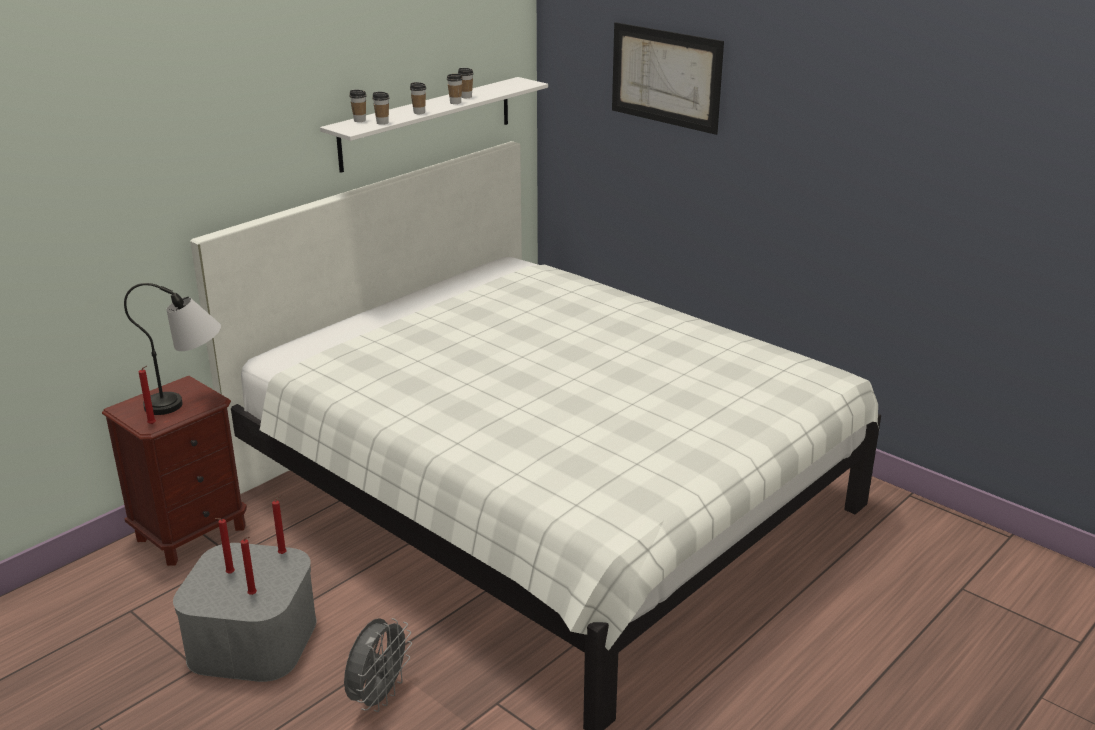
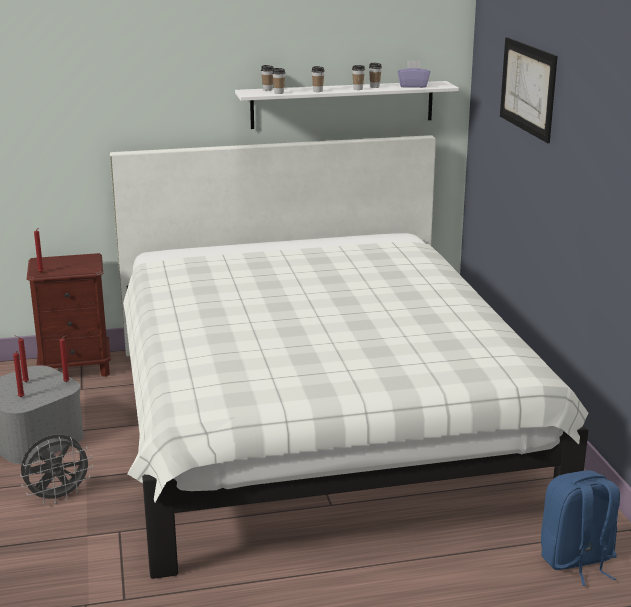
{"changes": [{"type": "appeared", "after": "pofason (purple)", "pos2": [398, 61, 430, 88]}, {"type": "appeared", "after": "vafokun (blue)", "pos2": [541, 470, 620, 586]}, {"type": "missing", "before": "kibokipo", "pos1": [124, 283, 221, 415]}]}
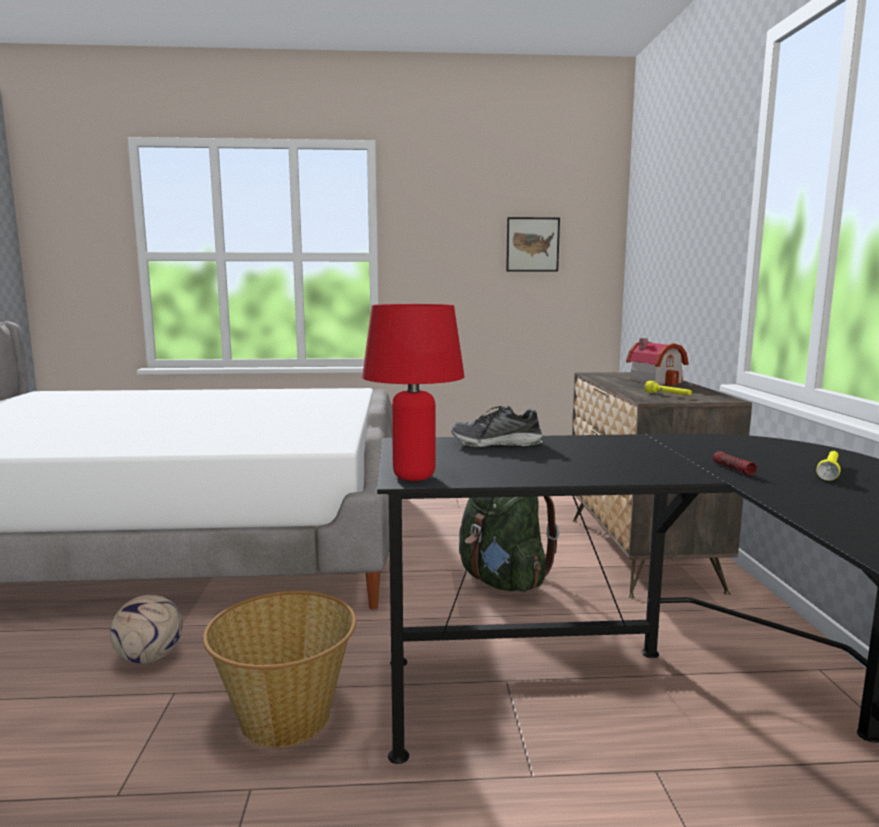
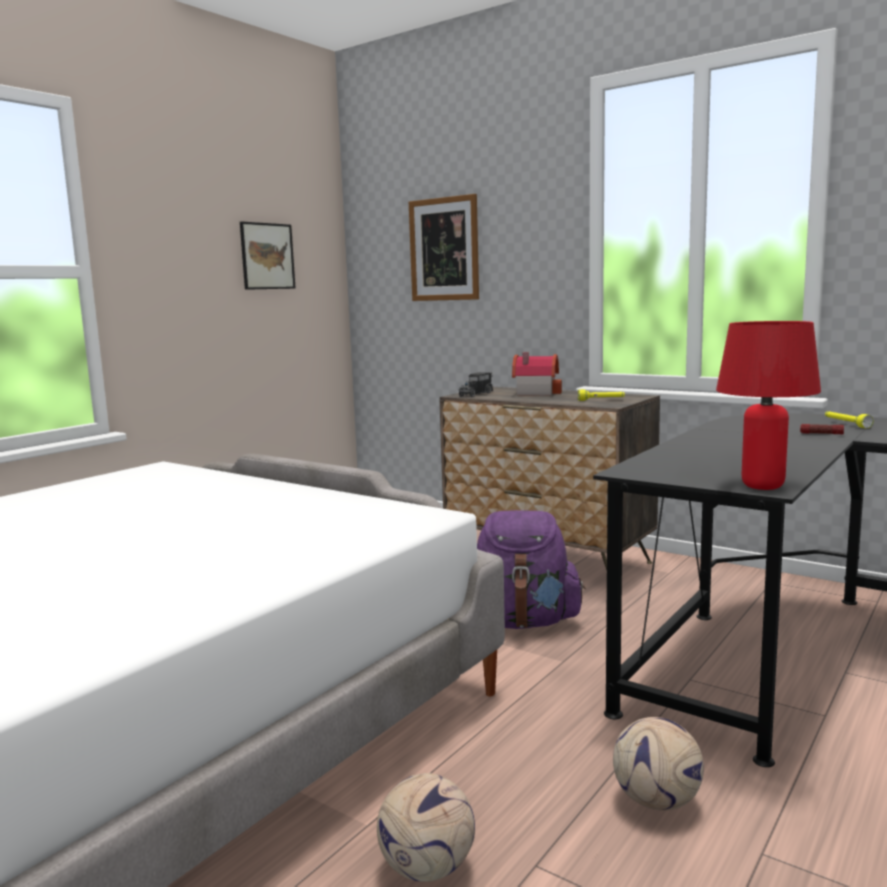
{"changes": [{"type": "appeared", "after": "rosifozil", "pos2": [409, 194, 479, 301]}, {"type": "appeared", "after": "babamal", "pos2": [459, 372, 493, 397]}, {"type": "colour", "before": "vafokun (green)", "after": "vafokun (purple)", "pos1": [459, 496, 559, 592], "pos2": [477, 510, 586, 629]}, {"type": "exchanged", "before": "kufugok", "after": "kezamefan", "pos1": [203, 591, 356, 748], "pos2": [613, 717, 704, 811]}, {"type": "missing", "before": "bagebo", "pos1": [451, 406, 542, 447]}]}
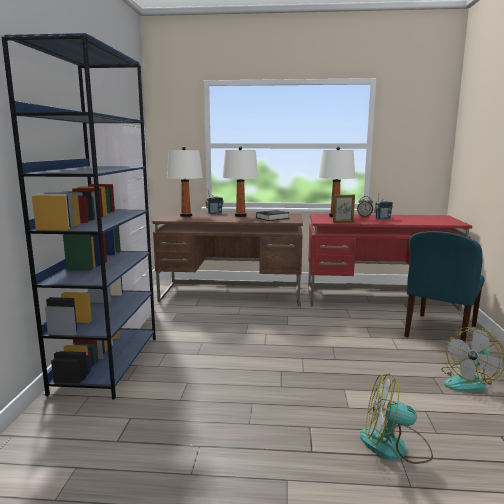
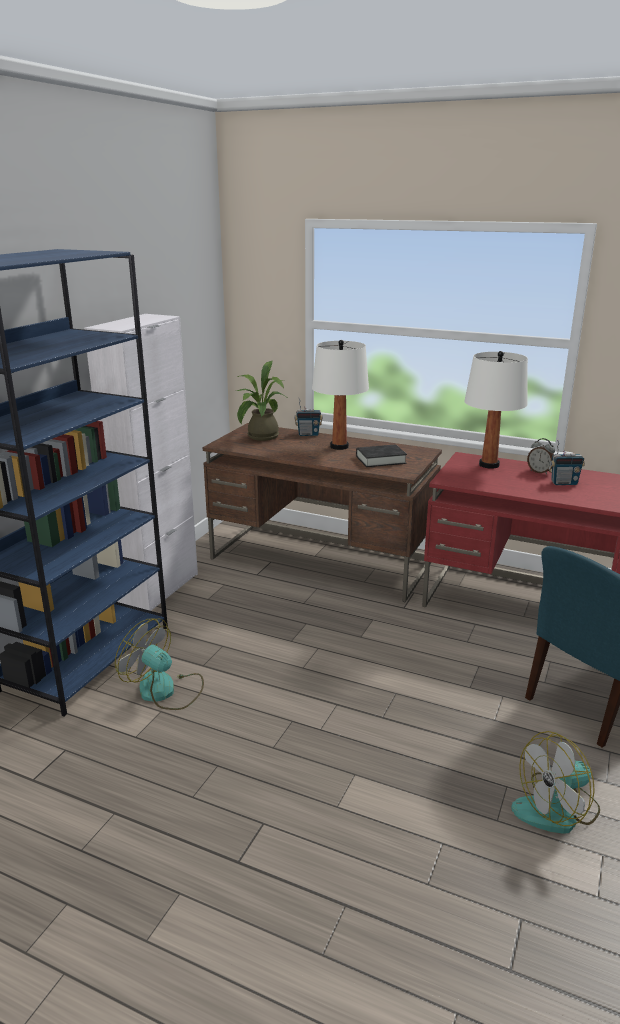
{"changes": [{"type": "relocated", "before": "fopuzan", "pos1": [360, 373, 433, 464], "pos2": [115, 618, 204, 710]}, {"type": "exchanged", "before": "kibokipo (white)", "after": "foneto", "pos1": [167, 147, 203, 217], "pos2": [237, 361, 286, 441]}, {"type": "missing", "before": "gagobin", "pos1": [333, 195, 355, 222]}]}
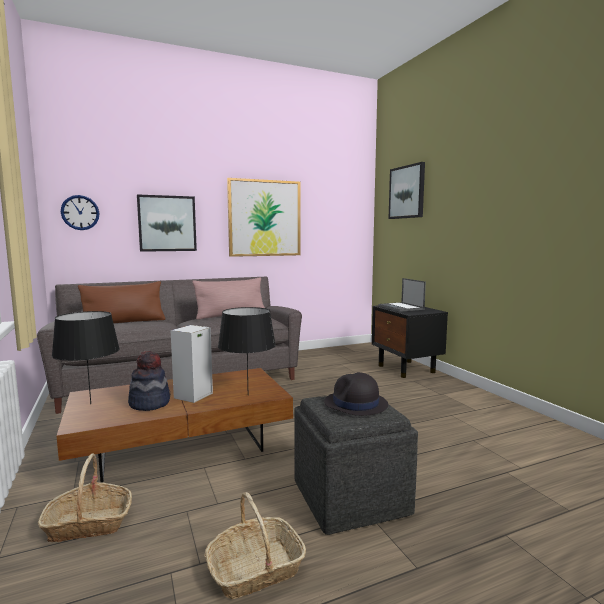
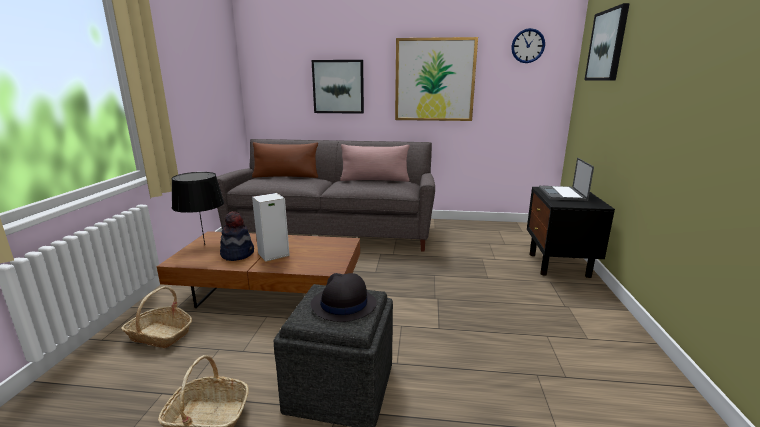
{"changes": [{"type": "relocated", "before": "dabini", "pos1": [61, 195, 100, 230], "pos2": [511, 28, 545, 63]}, {"type": "missing", "before": "kibokipo (black)", "pos1": [218, 307, 276, 385]}]}
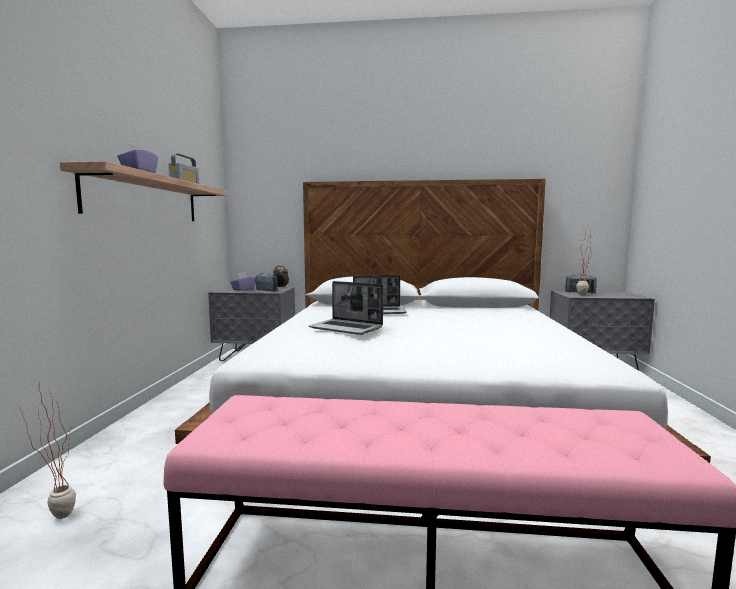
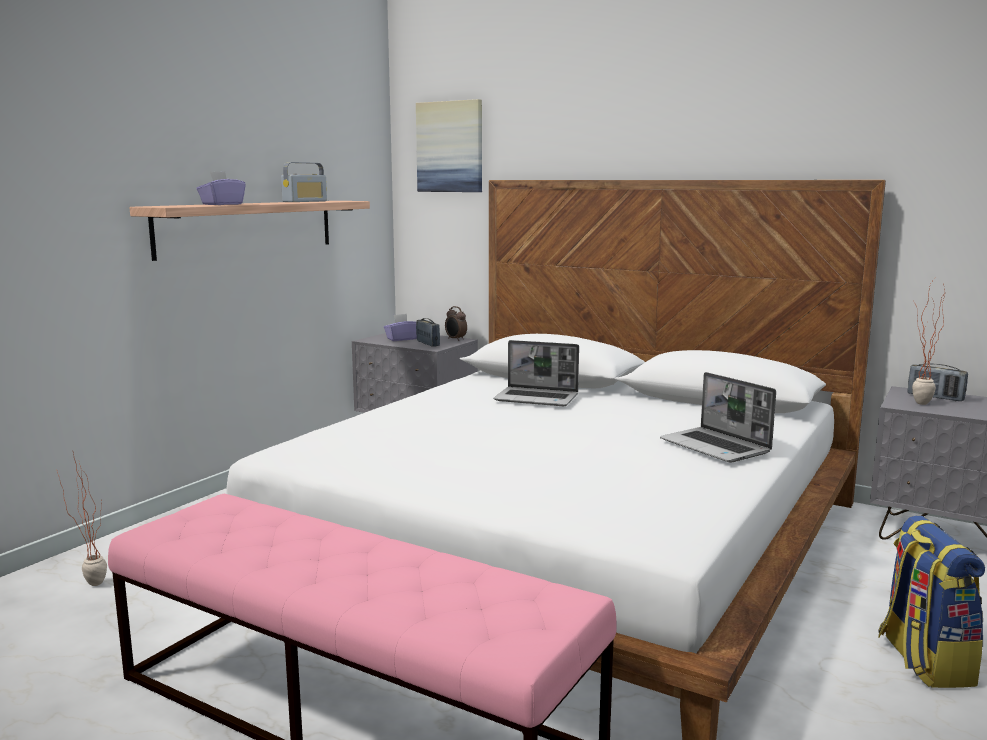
{"changes": [{"type": "appeared", "after": "rosifozil", "pos2": [416, 99, 482, 192]}, {"type": "relocated", "before": "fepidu", "pos1": [309, 281, 383, 335], "pos2": [660, 372, 776, 463]}, {"type": "appeared", "after": "vafokun", "pos2": [878, 516, 985, 688]}]}
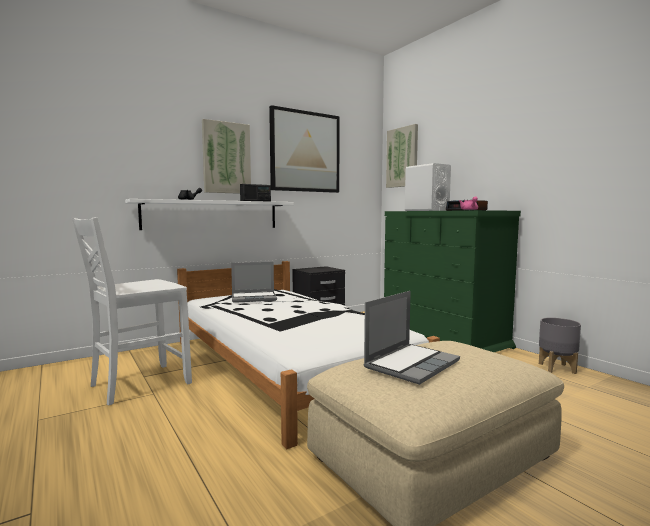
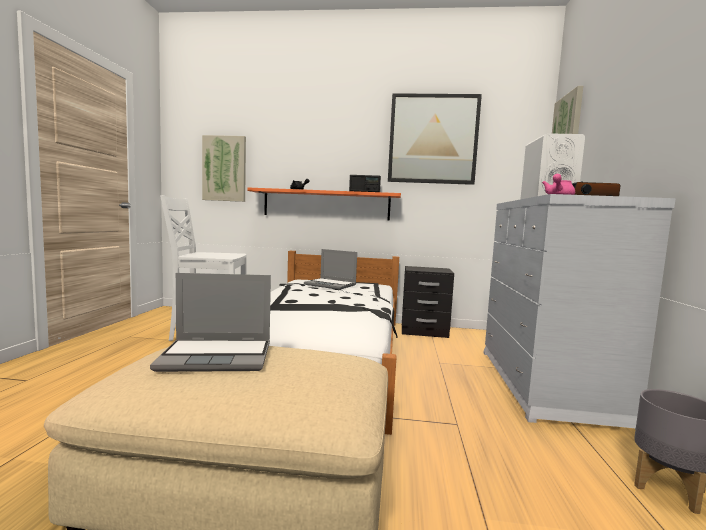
{"changes": [{"type": "relocated", "before": "rosifozil", "pos1": [202, 119, 251, 194], "pos2": [202, 135, 246, 202]}, {"type": "colour", "before": "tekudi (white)", "after": "tekudi (orange)", "pos1": [125, 199, 294, 230], "pos2": [247, 188, 401, 221]}, {"type": "colour", "before": "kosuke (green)", "after": "kosuke (white)", "pos1": [384, 210, 521, 352], "pos2": [483, 194, 676, 430]}]}
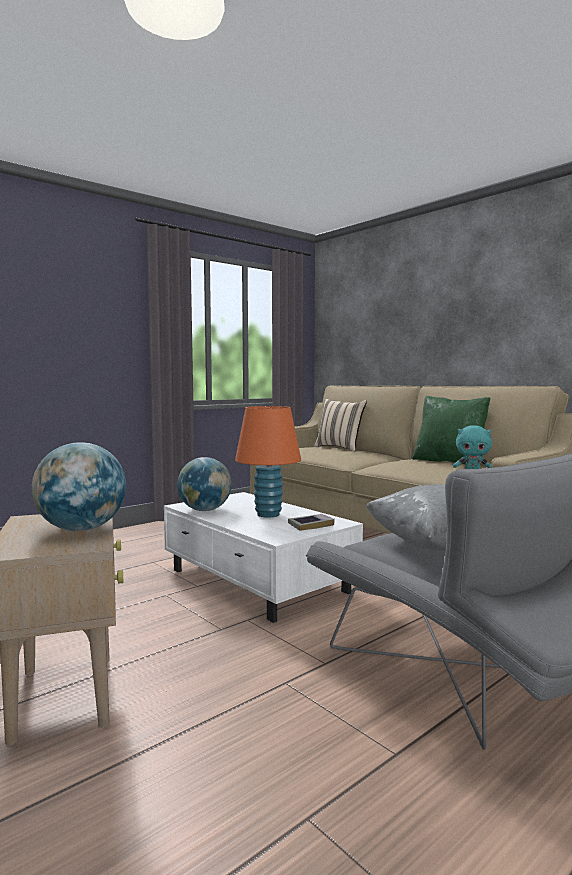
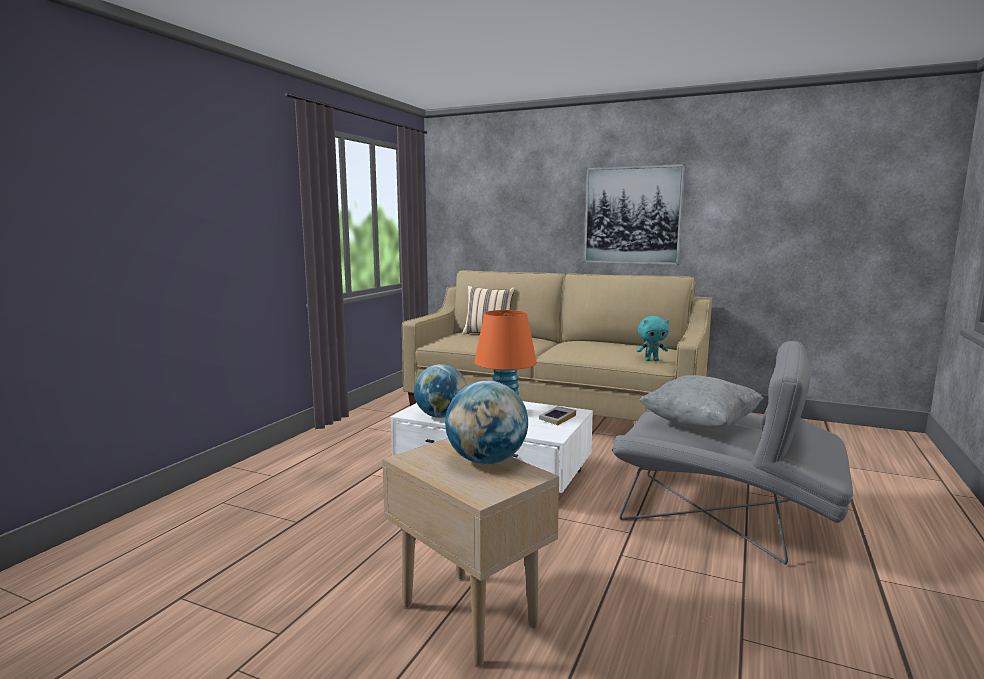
{"changes": [{"type": "appeared", "after": "rosifozil", "pos2": [584, 164, 685, 265]}, {"type": "missing", "before": "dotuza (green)", "pos1": [412, 396, 490, 464]}]}
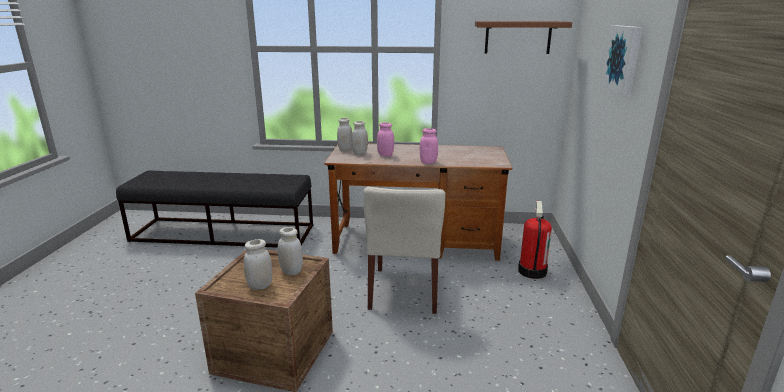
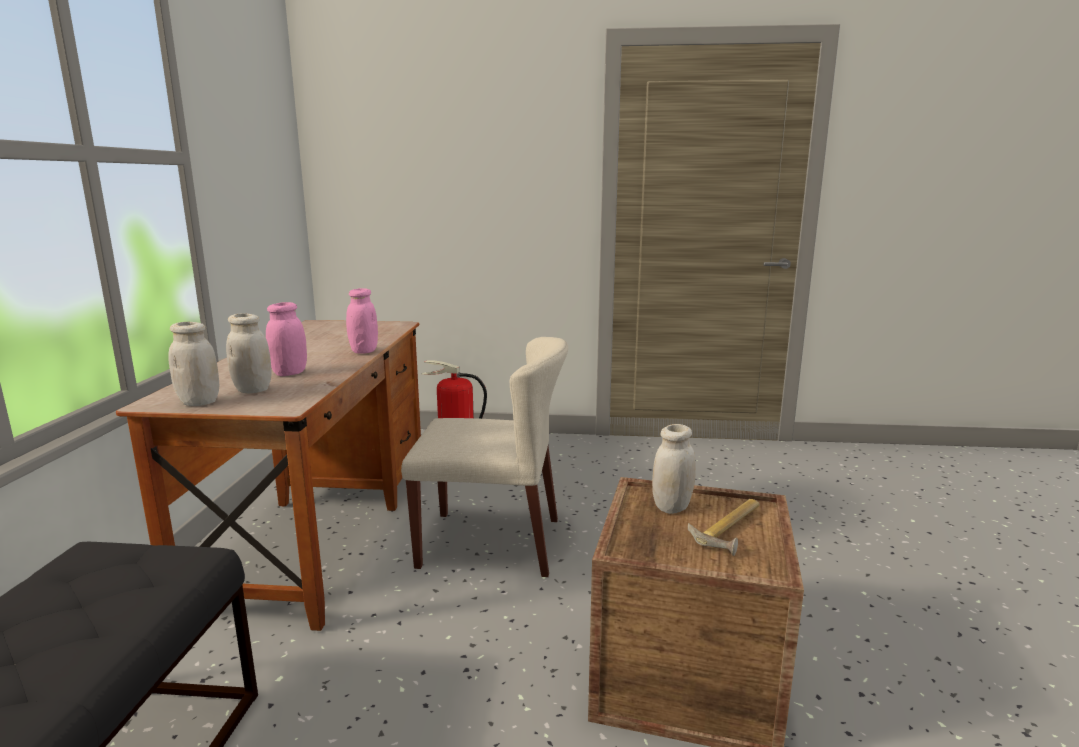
{"changes": [{"type": "exchanged", "before": "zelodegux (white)", "after": "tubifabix", "pos1": [244, 239, 272, 290], "pos2": [688, 499, 759, 556]}, {"type": "missing", "before": "tekudi (brown)", "pos1": [475, 21, 572, 54]}, {"type": "missing", "before": "rosifozil", "pos1": [602, 25, 643, 95]}]}
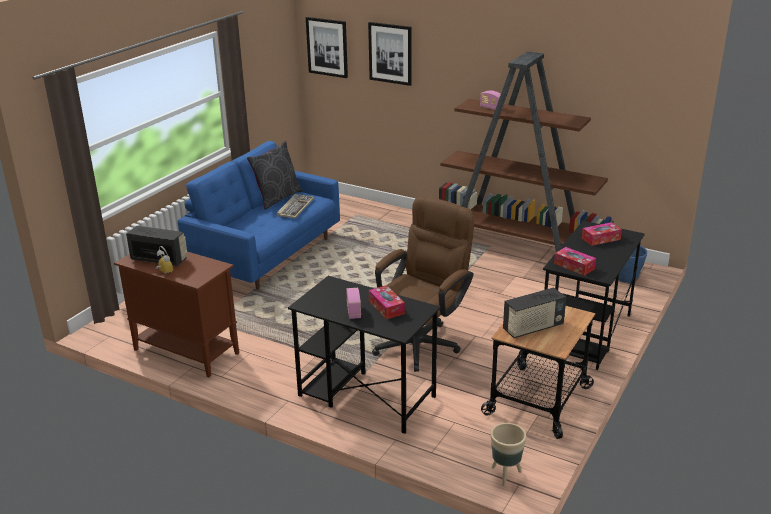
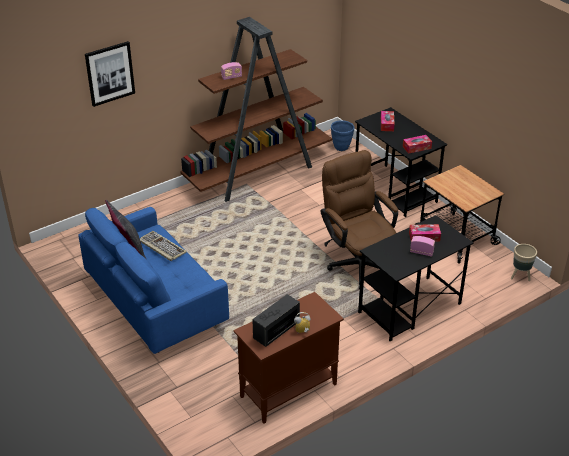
{"changes": [{"type": "missing", "before": "rosifozil", "pos1": [306, 17, 348, 78]}, {"type": "missing", "before": "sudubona", "pos1": [503, 288, 566, 338]}]}
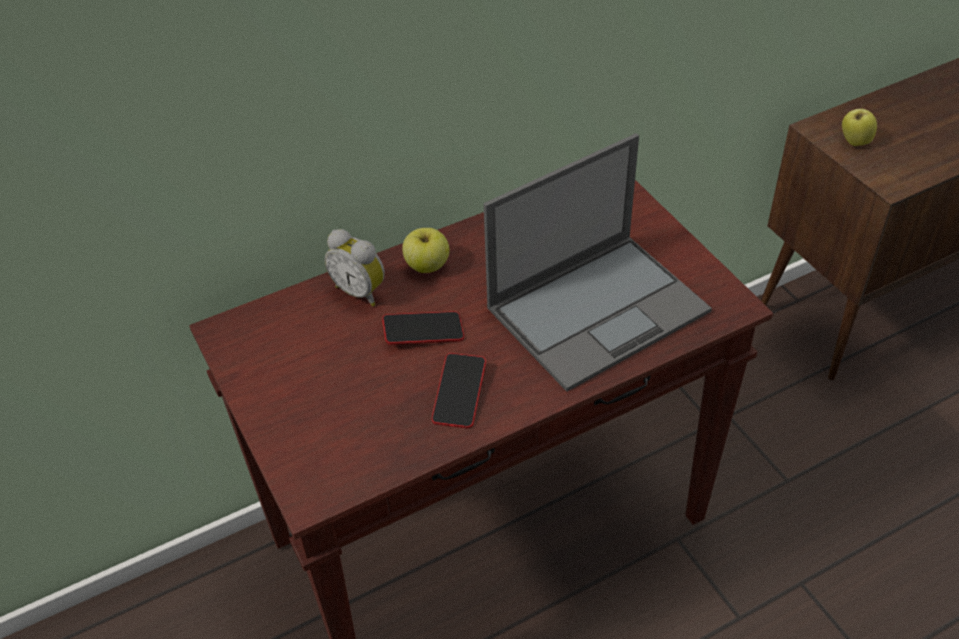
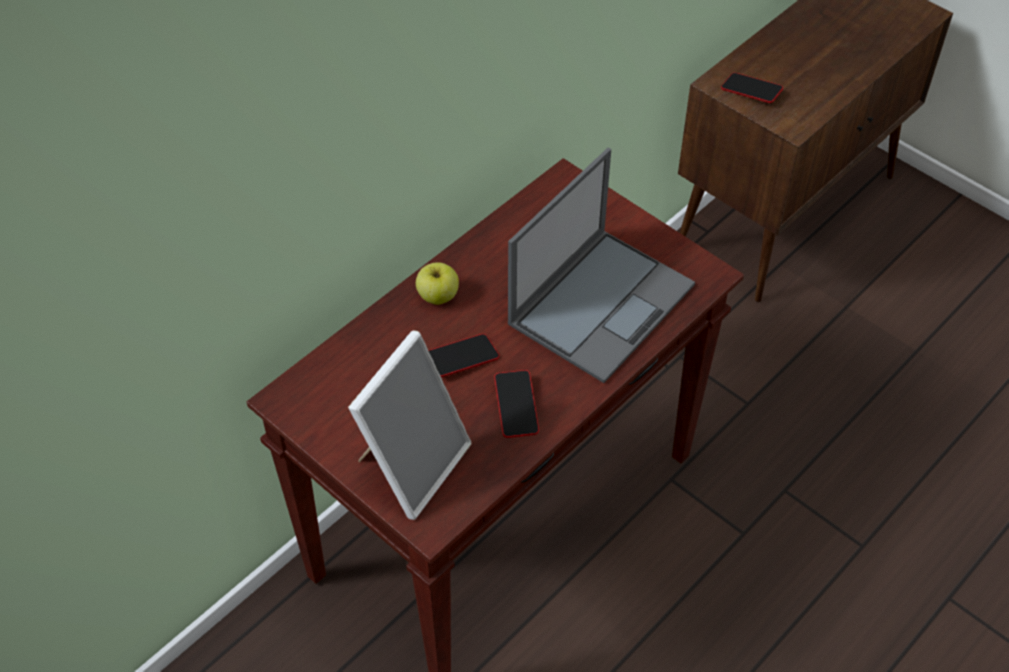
{"changes": [{"type": "appeared", "after": "gagobin", "pos2": [348, 330, 472, 520]}, {"type": "exchanged", "before": "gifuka", "after": "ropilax", "pos1": [842, 106, 877, 146], "pos2": [721, 73, 783, 103]}, {"type": "missing", "before": "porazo", "pos1": [324, 229, 385, 306]}]}
